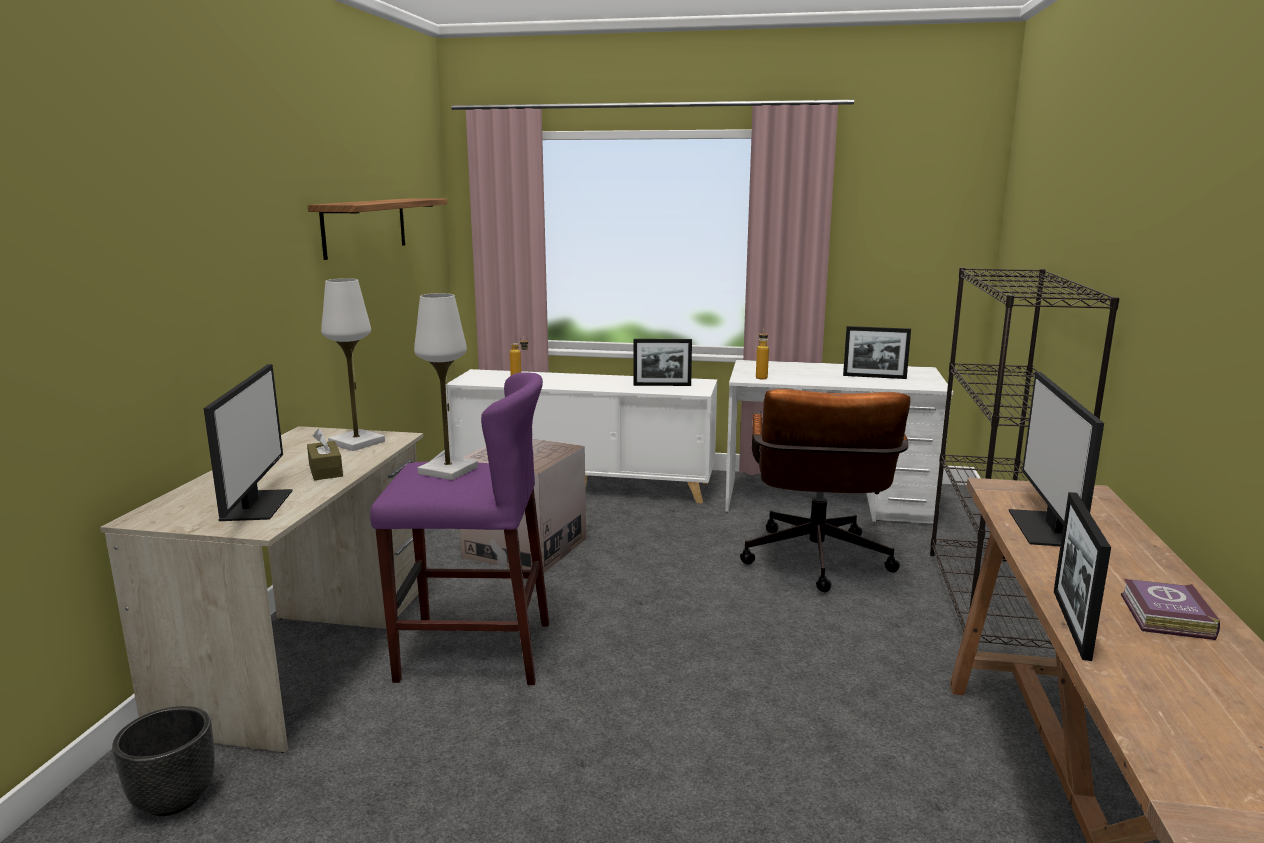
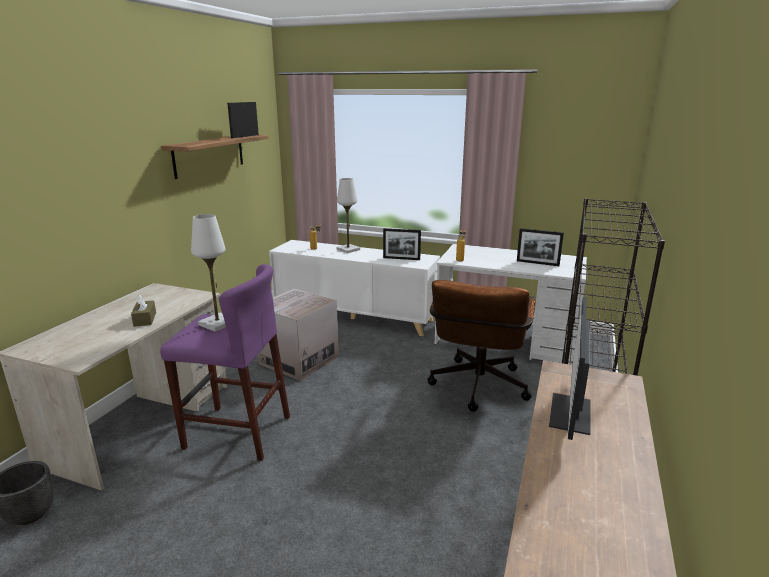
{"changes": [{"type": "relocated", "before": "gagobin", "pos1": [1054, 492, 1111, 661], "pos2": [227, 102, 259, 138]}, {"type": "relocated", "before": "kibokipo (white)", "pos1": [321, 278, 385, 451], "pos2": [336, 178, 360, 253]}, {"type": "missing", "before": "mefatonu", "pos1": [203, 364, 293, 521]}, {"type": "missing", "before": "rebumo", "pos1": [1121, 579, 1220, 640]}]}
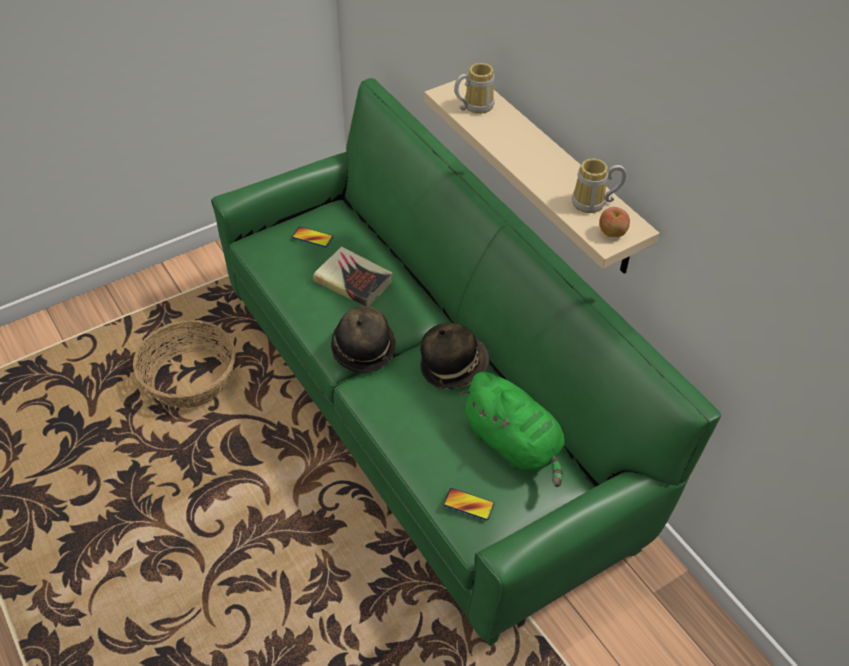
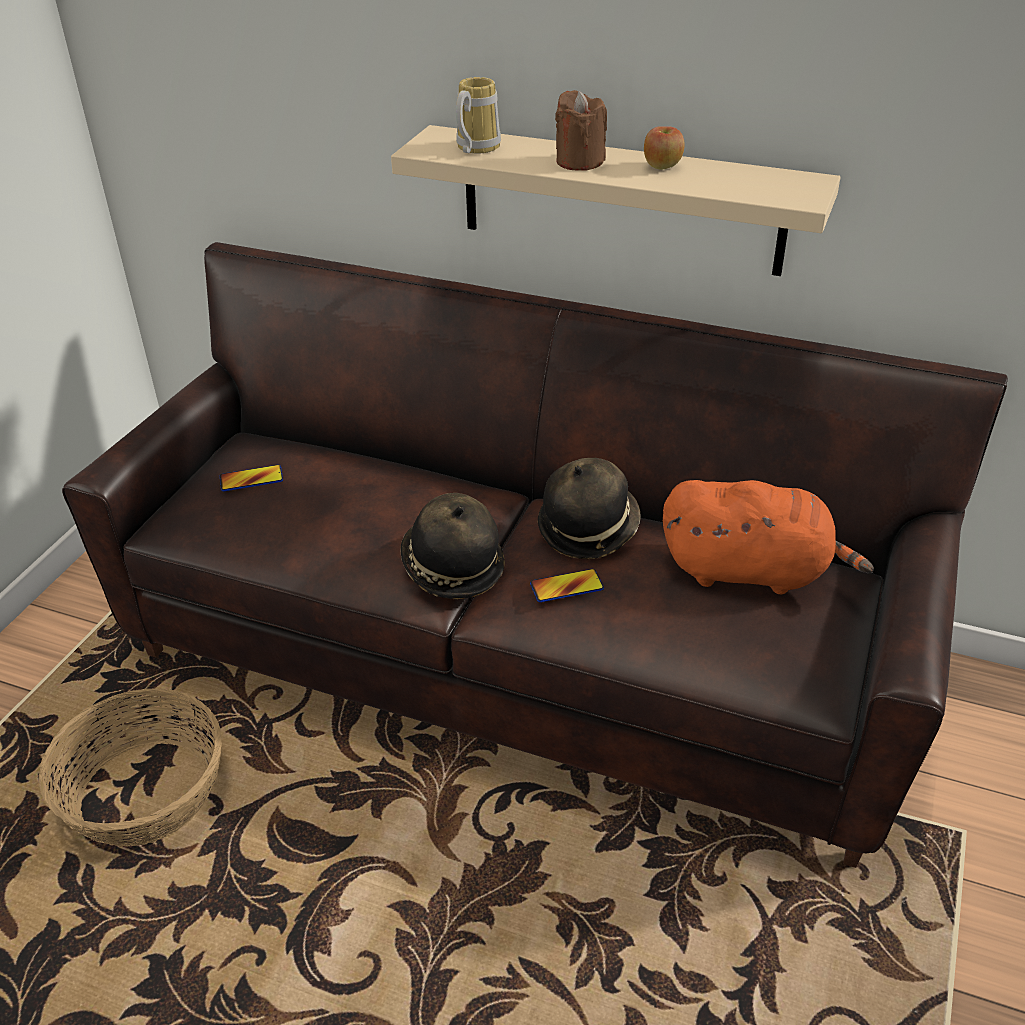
{"changes": [{"type": "colour", "before": "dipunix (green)", "after": "dipunix (brown)", "pos1": [211, 78, 721, 646], "pos2": [62, 242, 1008, 868]}, {"type": "relocated", "before": "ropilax", "pos1": [443, 488, 495, 520], "pos2": [530, 569, 604, 602]}, {"type": "appeared", "after": "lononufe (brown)", "pos2": [555, 90, 607, 171]}, {"type": "relocated", "before": "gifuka", "pos1": [599, 207, 630, 237], "pos2": [644, 126, 685, 170]}, {"type": "colour", "before": "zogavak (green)", "after": "zogavak (orange)", "pos1": [460, 372, 565, 487], "pos2": [663, 480, 874, 594]}, {"type": "missing", "before": "rebumo", "pos1": [313, 247, 393, 306]}, {"type": "missing", "before": "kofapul", "pos1": [572, 158, 626, 213]}]}
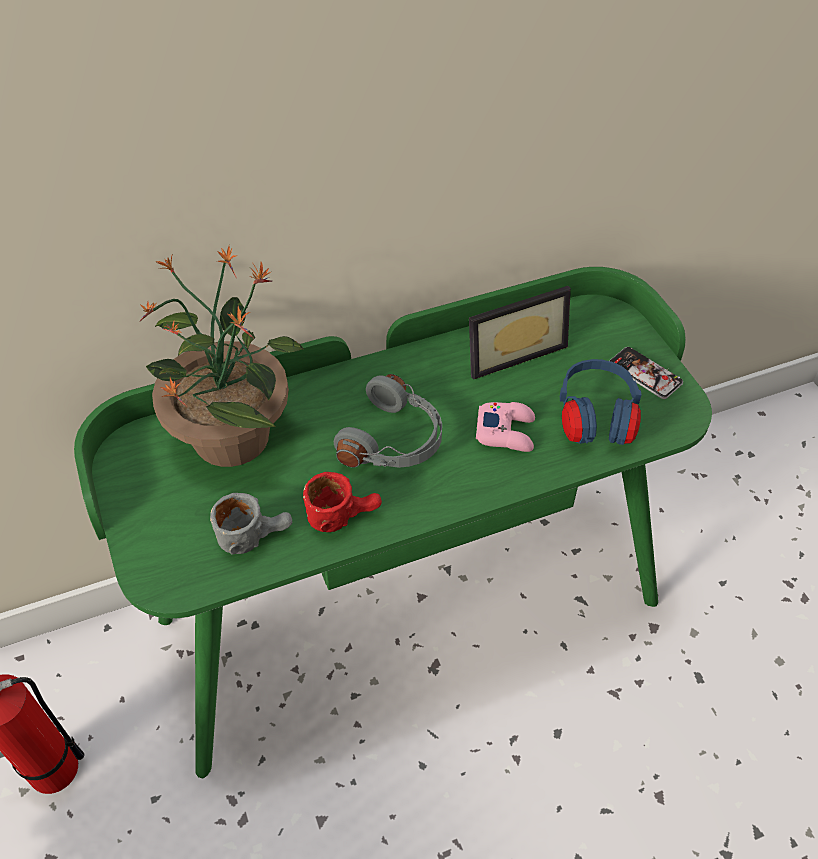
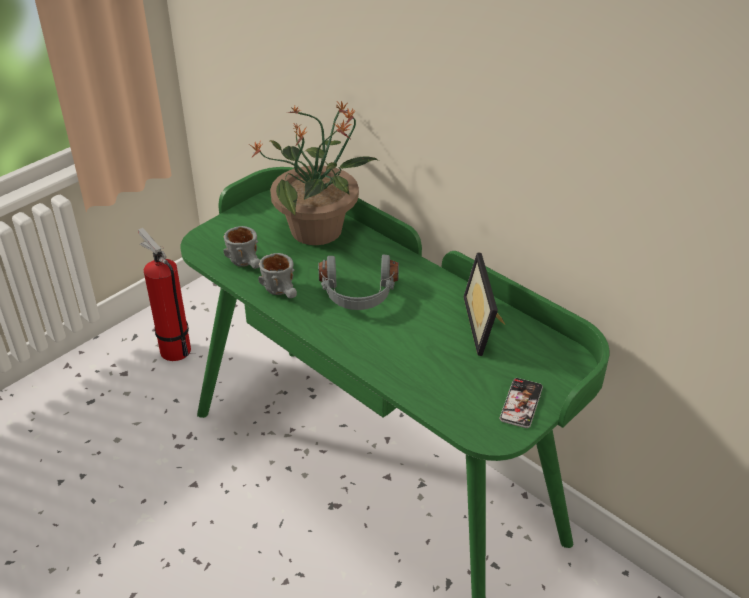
{"changes": [{"type": "colour", "before": "kofapul (red)", "after": "kofapul (grey)", "pos1": [303, 472, 382, 532], "pos2": [258, 253, 297, 298]}, {"type": "spun", "before": "gagobin", "pos1": [469, 286, 571, 380], "pos2": [463, 253, 505, 356], "turn": 45}, {"type": "missing", "before": "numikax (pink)", "pos1": [476, 402, 535, 452]}, {"type": "missing", "before": "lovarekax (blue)", "pos1": [560, 359, 641, 445]}]}
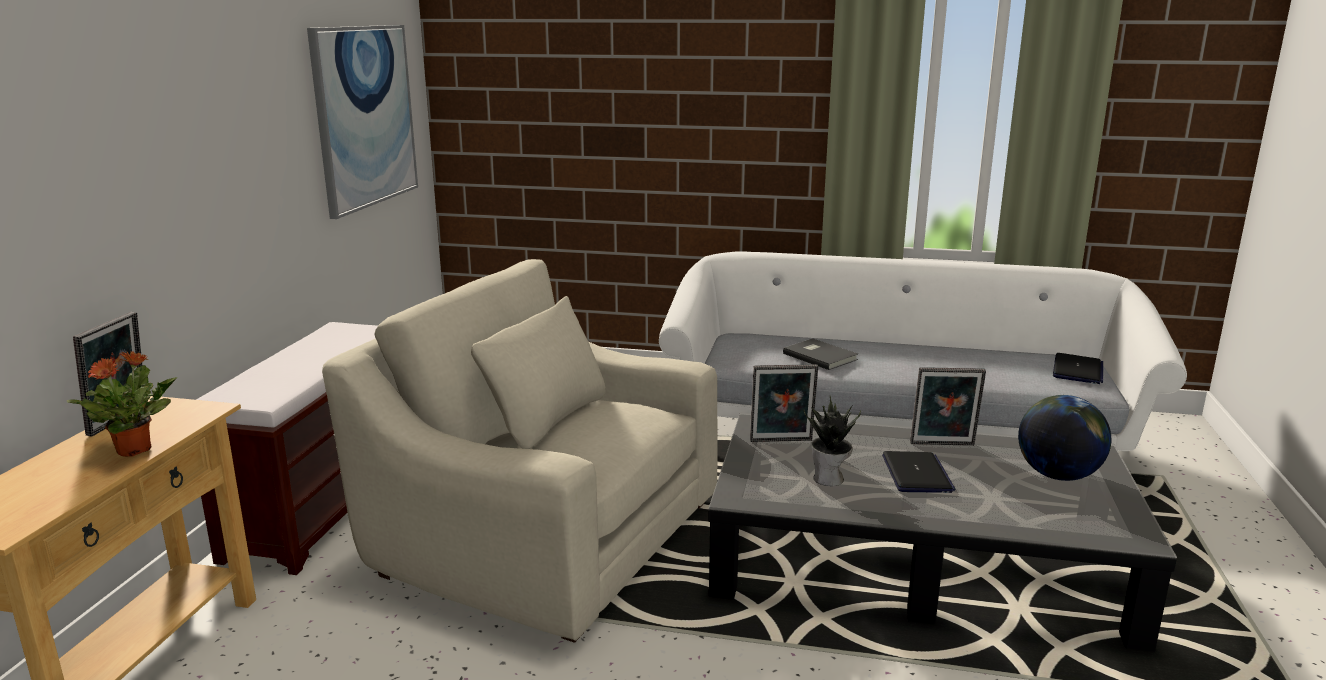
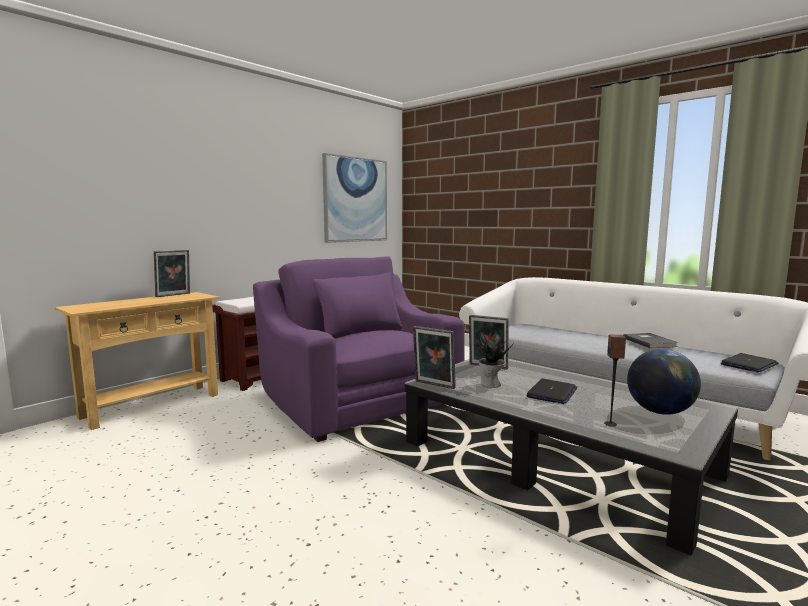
{"changes": [{"type": "colour", "before": "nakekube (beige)", "after": "nakekube (purple)", "pos1": [322, 259, 718, 643], "pos2": [253, 257, 464, 442]}, {"type": "relocated", "before": "gagobin", "pos1": [910, 367, 986, 446], "pos2": [413, 326, 456, 389]}, {"type": "appeared", "after": "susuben", "pos2": [604, 334, 626, 427]}, {"type": "relocated", "before": "rebumo (grey)", "pos1": [783, 338, 858, 370], "pos2": [623, 333, 678, 348]}, {"type": "missing", "before": "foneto", "pos1": [67, 351, 177, 457]}]}
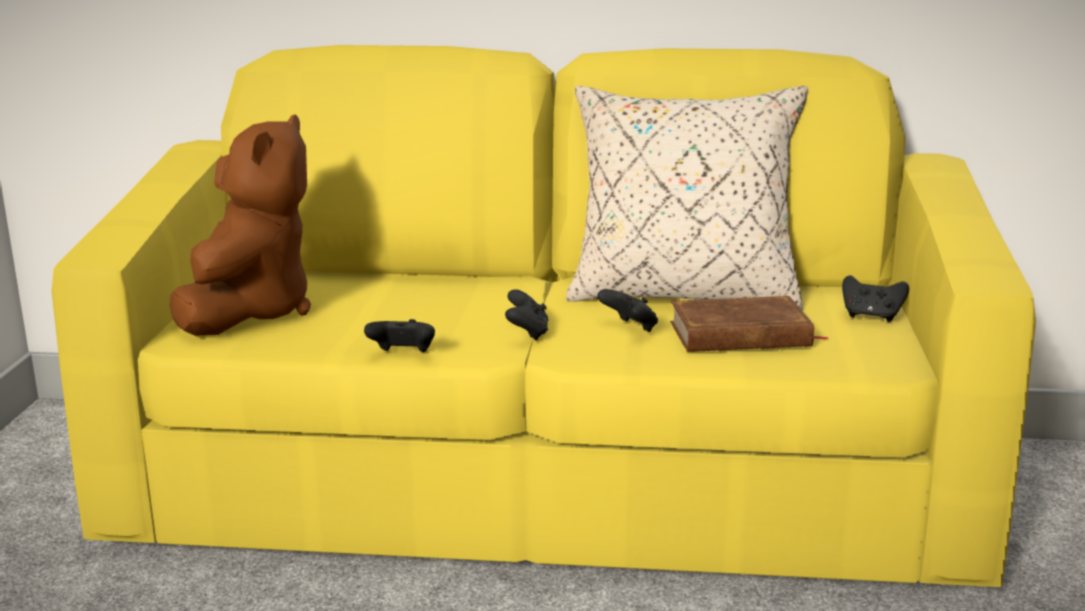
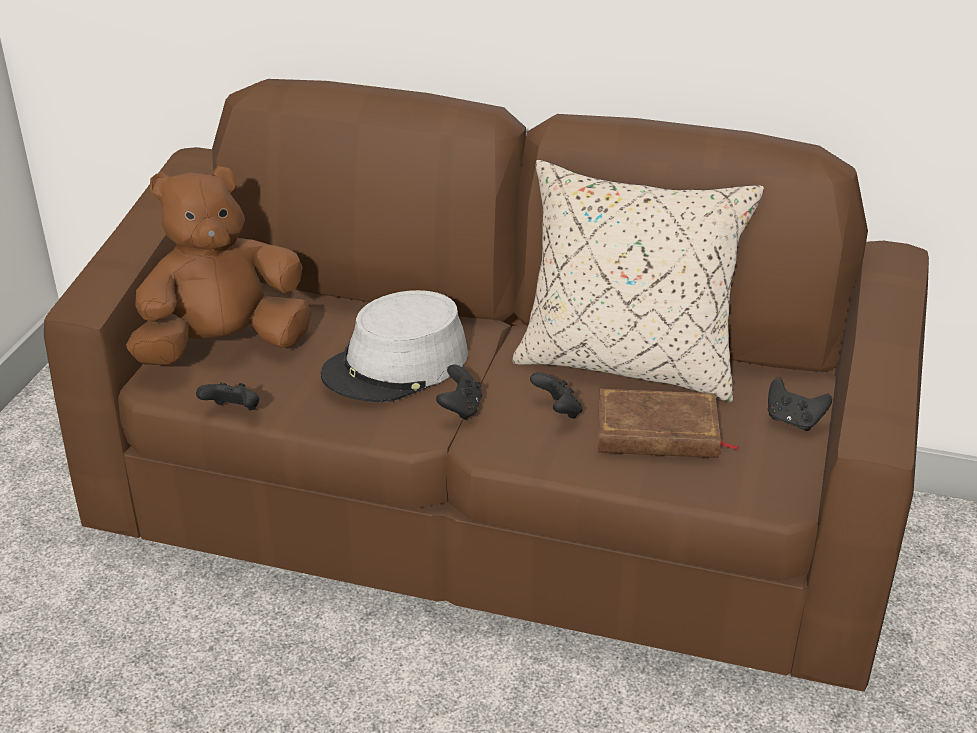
{"changes": [{"type": "colour", "before": "dipunix (yellow)", "after": "dipunix (brown)", "pos1": [52, 45, 1036, 587], "pos2": [44, 79, 929, 692]}, {"type": "spun", "before": "zogavak (brown)", "pos1": [170, 114, 311, 336], "pos2": [126, 166, 312, 365], "turn": -135}, {"type": "relocated", "before": "numikax (black)", "pos1": [364, 319, 435, 352], "pos2": [196, 382, 259, 410]}, {"type": "appeared", "after": "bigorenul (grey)", "pos2": [321, 290, 468, 402]}]}
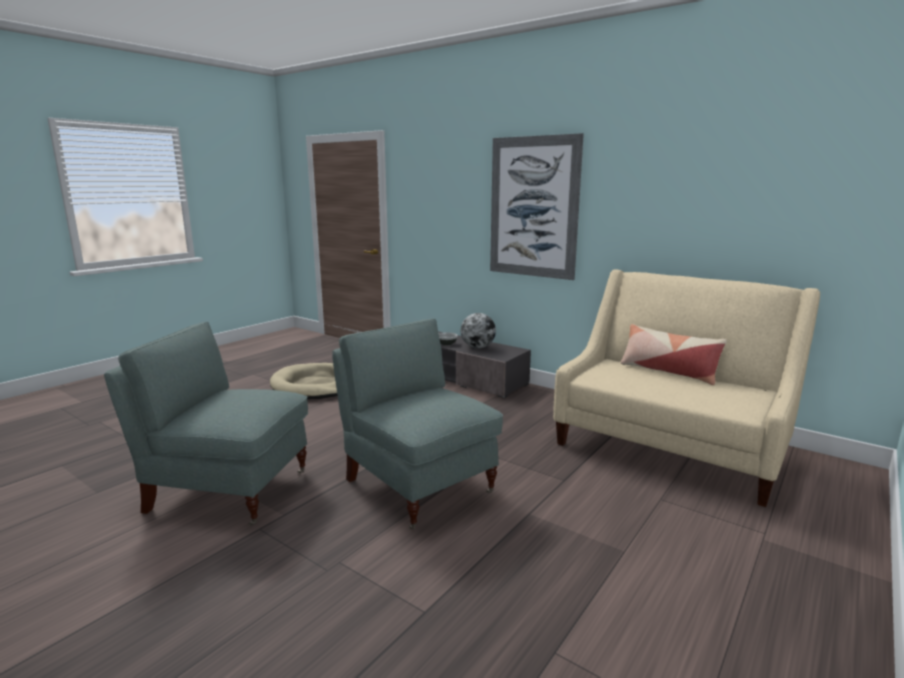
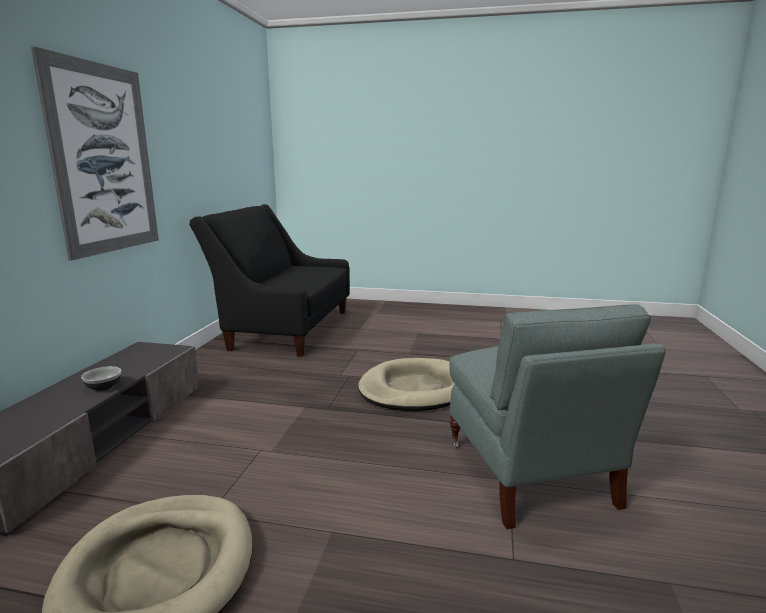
{"changes": [{"type": "colour", "before": "dipunix (beige)", "after": "dipunix (black)", "pos1": [553, 269, 820, 507], "pos2": [189, 204, 350, 357]}, {"type": "exchanged", "before": "nakekube (grey)", "after": "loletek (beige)", "pos1": [332, 319, 503, 529], "pos2": [358, 358, 455, 411]}, {"type": "missing", "before": "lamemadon", "pos1": [461, 313, 496, 348]}, {"type": "missing", "before": "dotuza", "pos1": [621, 324, 727, 385]}]}
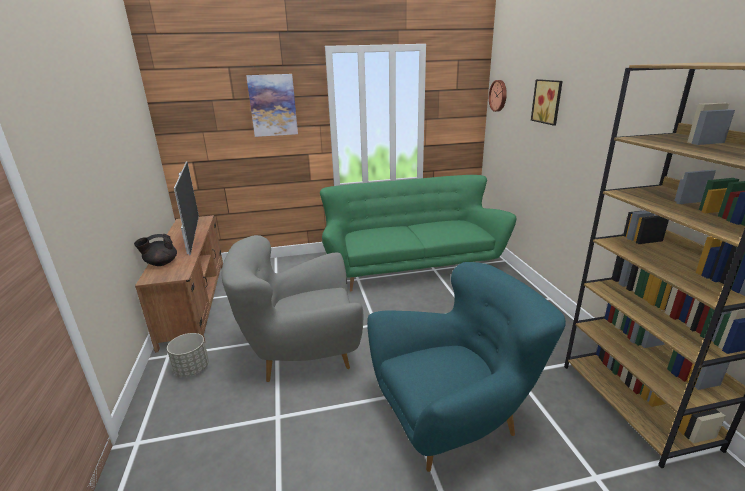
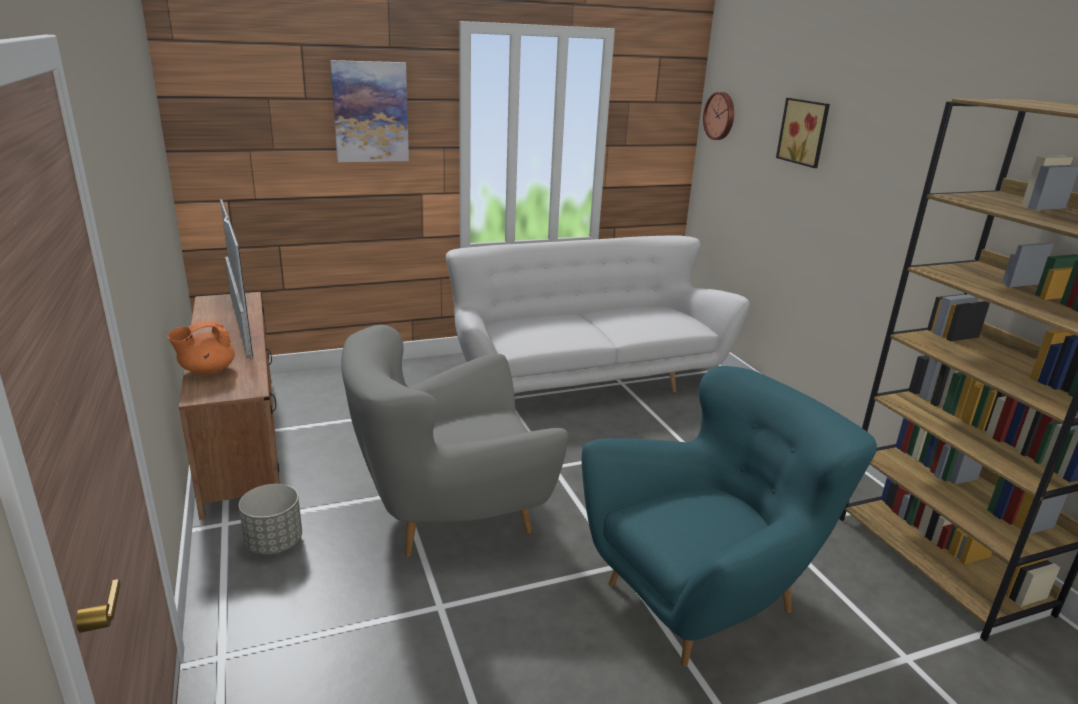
{"changes": [{"type": "colour", "before": "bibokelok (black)", "after": "bibokelok (orange)", "pos1": [134, 234, 177, 266], "pos2": [167, 321, 235, 375]}, {"type": "colour", "before": "dipunix (green)", "after": "dipunix (white)", "pos1": [320, 175, 516, 291], "pos2": [446, 235, 750, 393]}]}
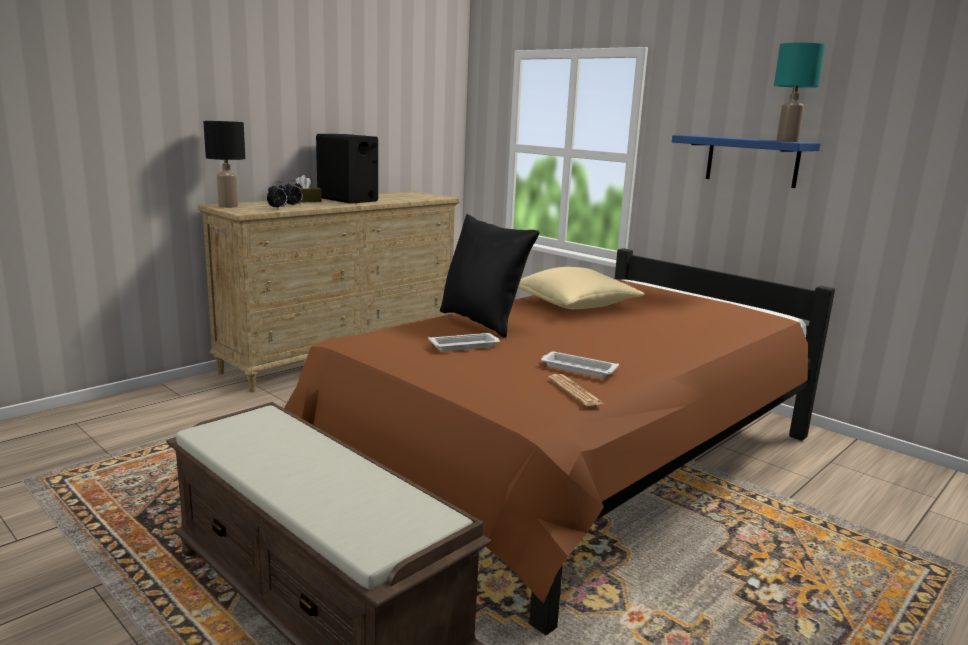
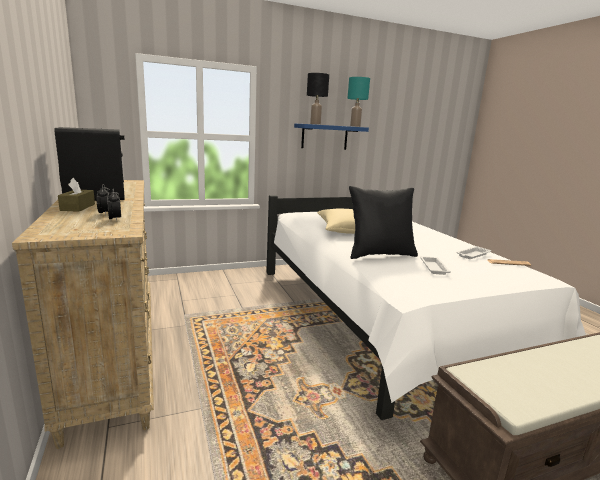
{"changes": [{"type": "colour", "before": "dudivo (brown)", "after": "dudivo (white)", "pos1": [284, 248, 835, 635], "pos2": [266, 195, 586, 420]}, {"type": "relocated", "before": "kibokipo (black)", "pos1": [203, 121, 245, 208], "pos2": [307, 73, 329, 125]}]}
